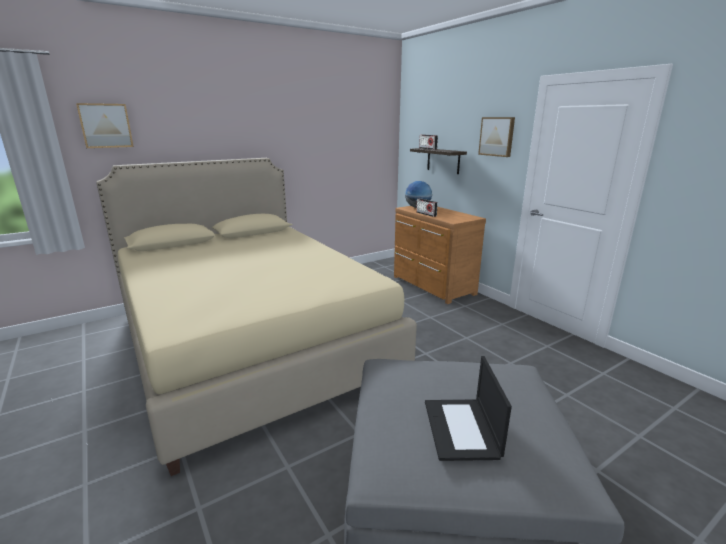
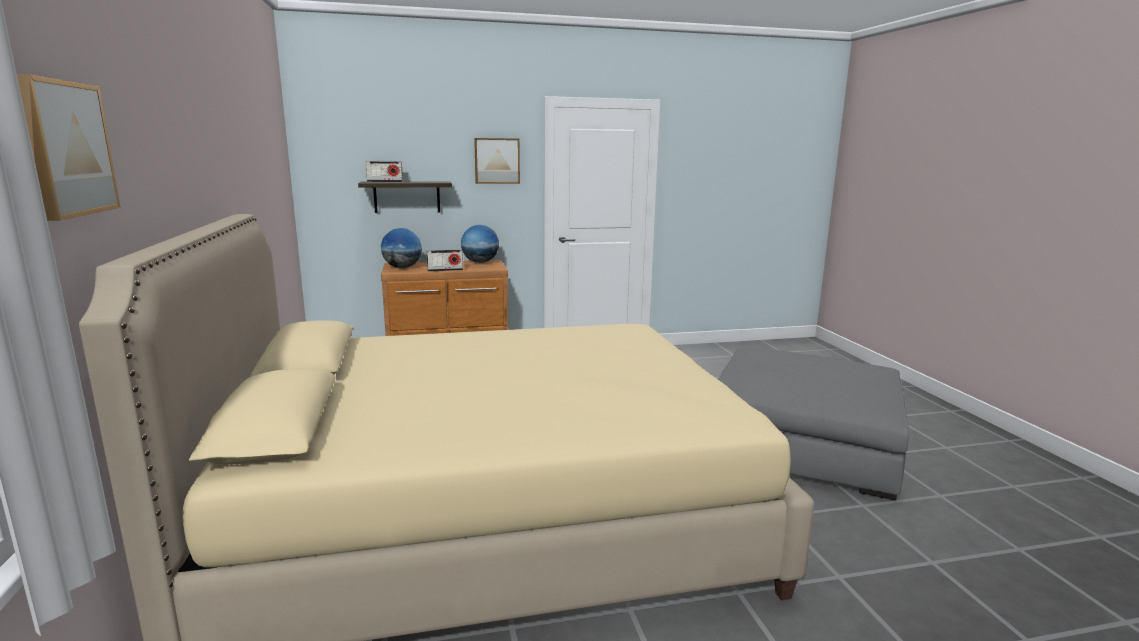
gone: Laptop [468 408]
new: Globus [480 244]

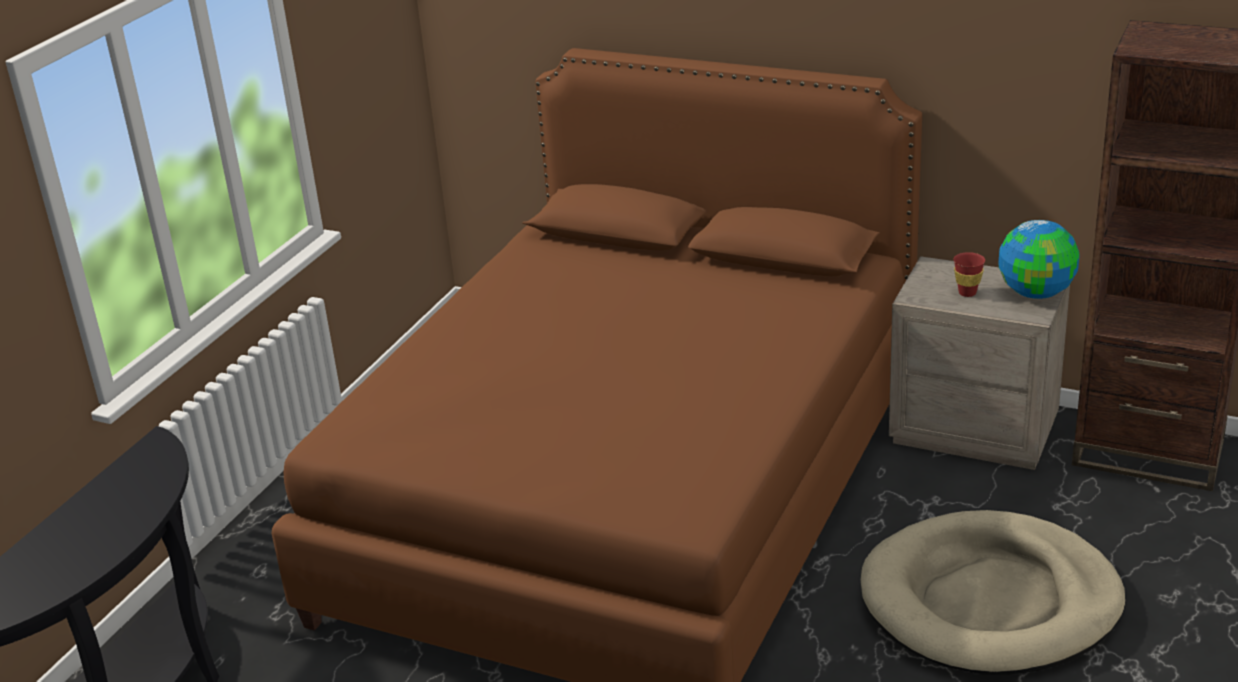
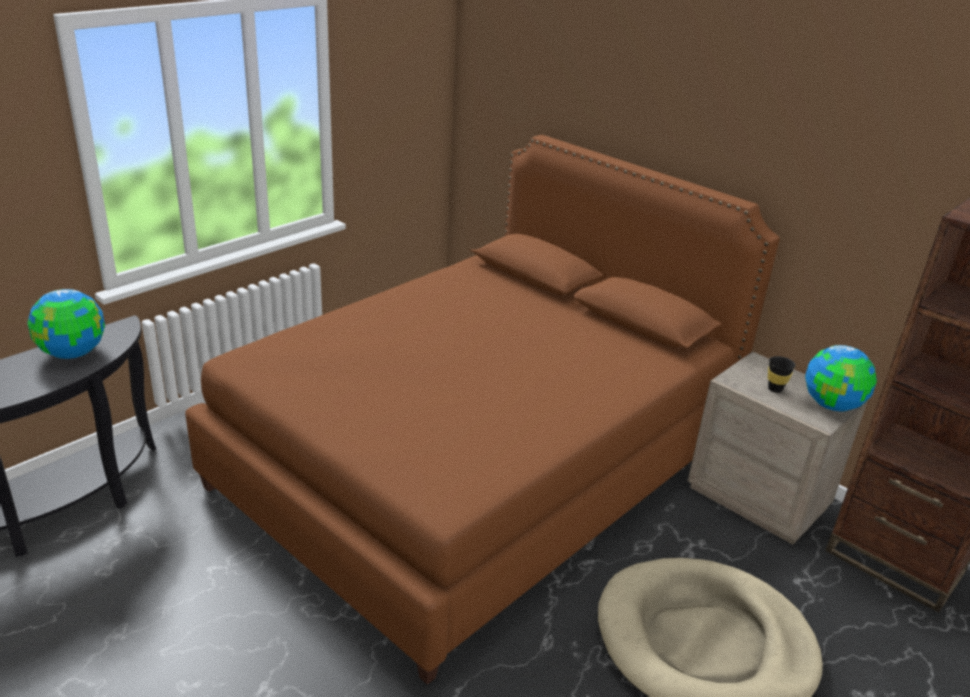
new: Globus [66 324]
repainted: Tasse [rot] [969 274] to Tasse [schwarz] [782 374]

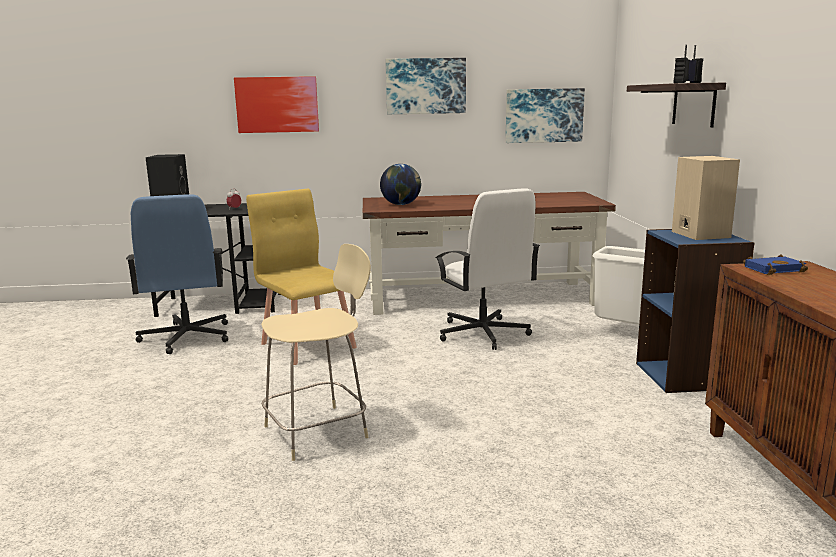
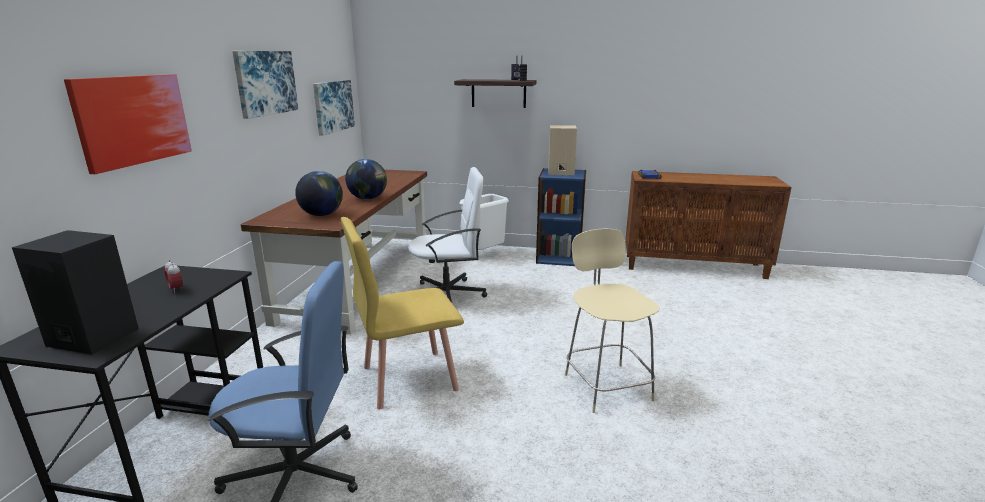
new: Globus [366 179]

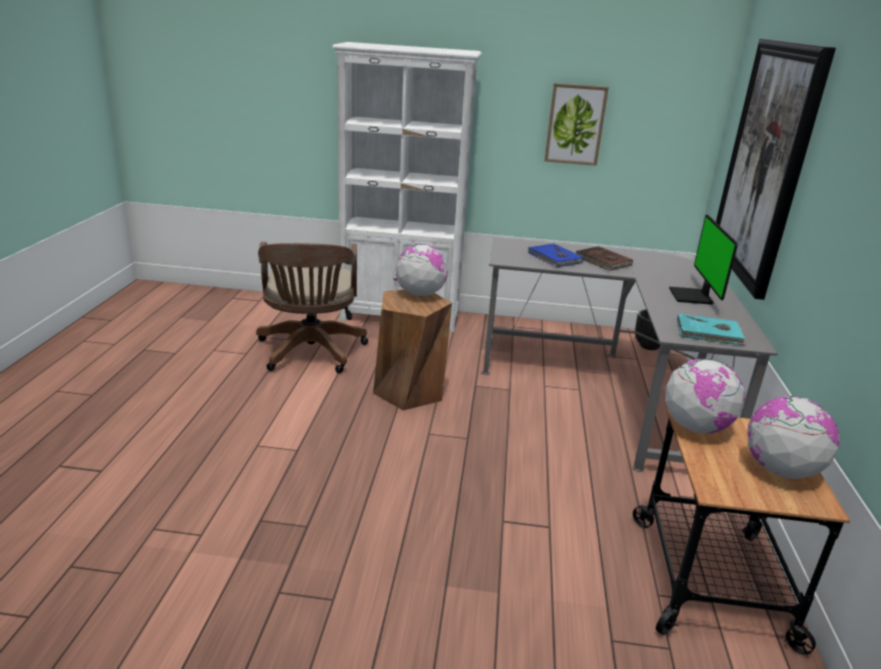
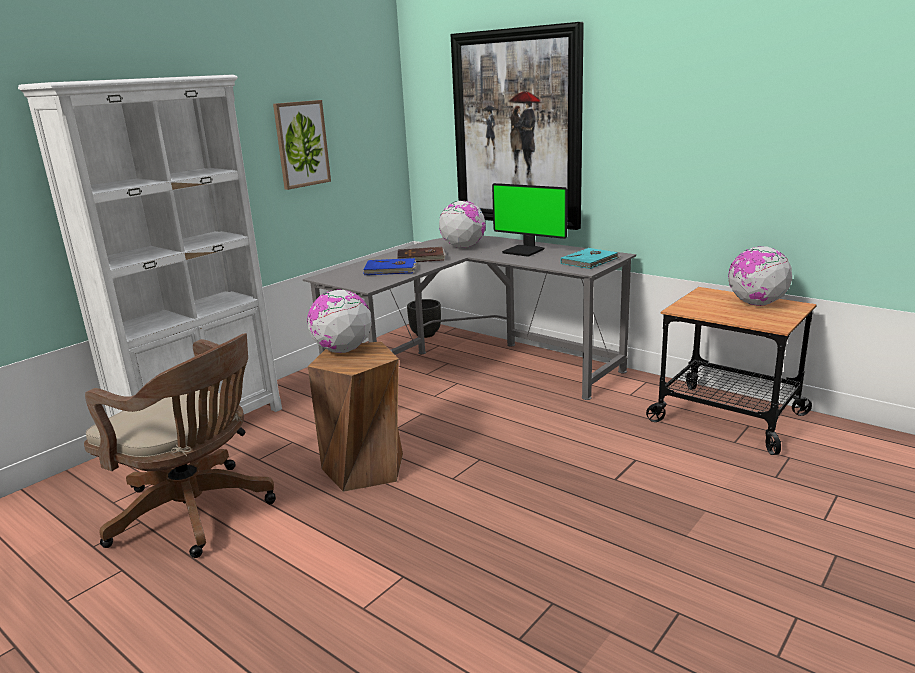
shifted: Globus [705 396] to [462 224]

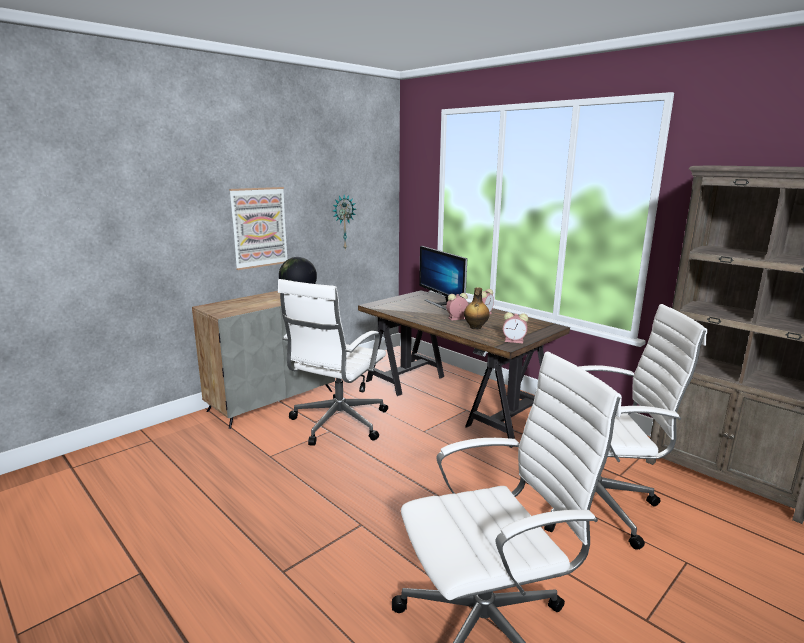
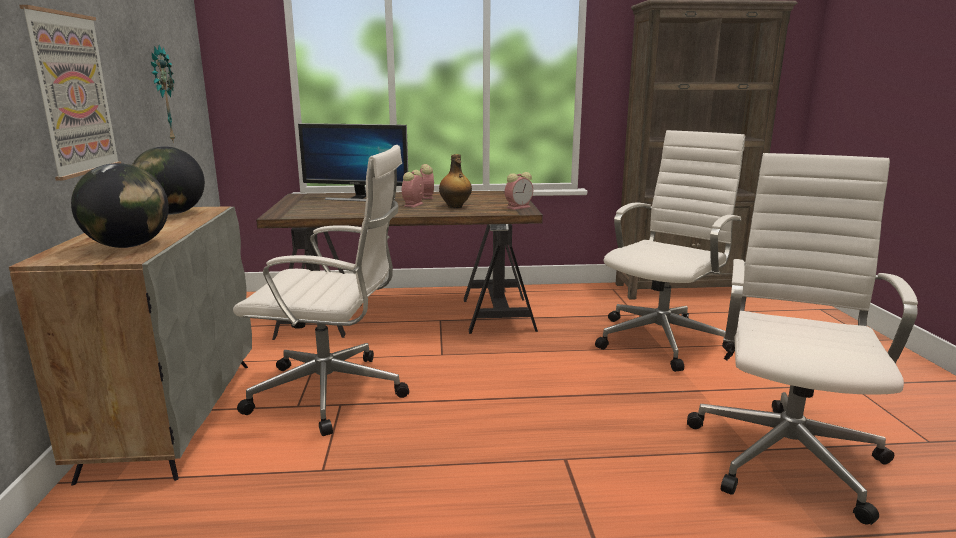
new: Globus [120 205]
rotated: Bürostuhl [weiß] [333 362] = [321 290] 60 degrees counterclockwise

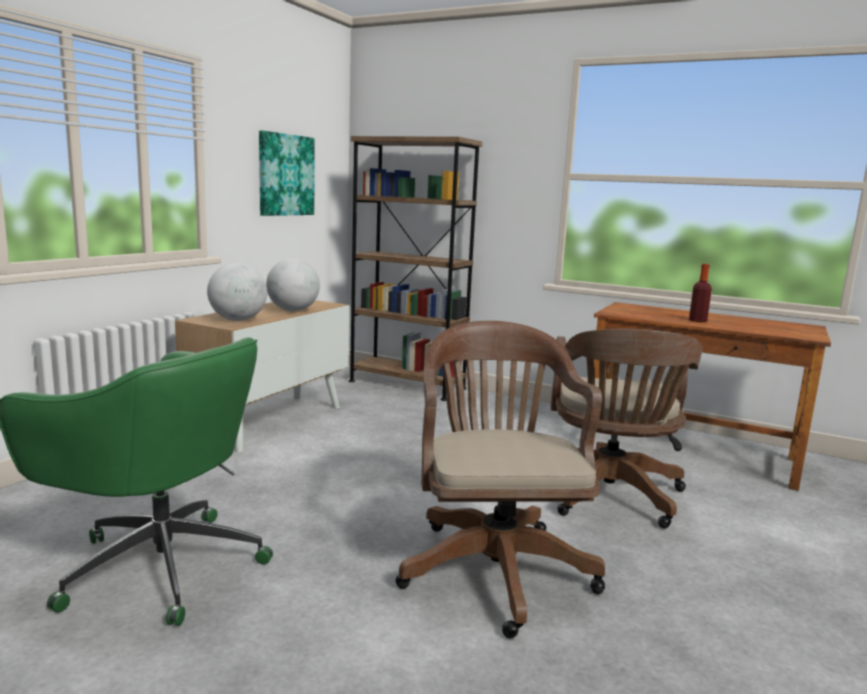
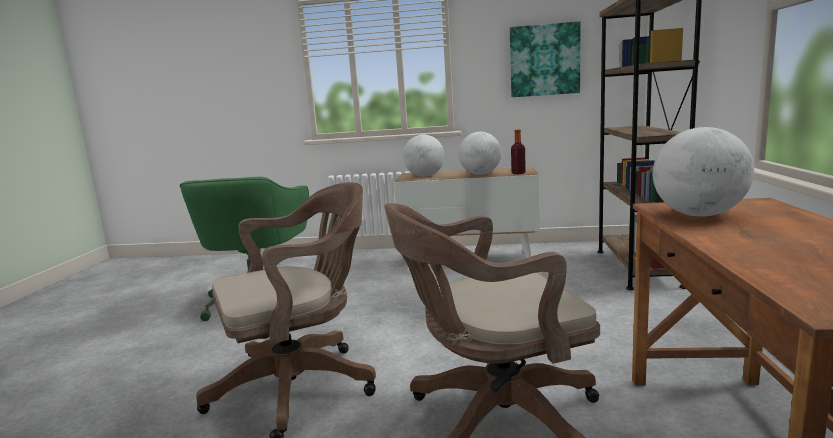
new: Globus [703 172]
shifted: Flasche [700 293] to [518 152]

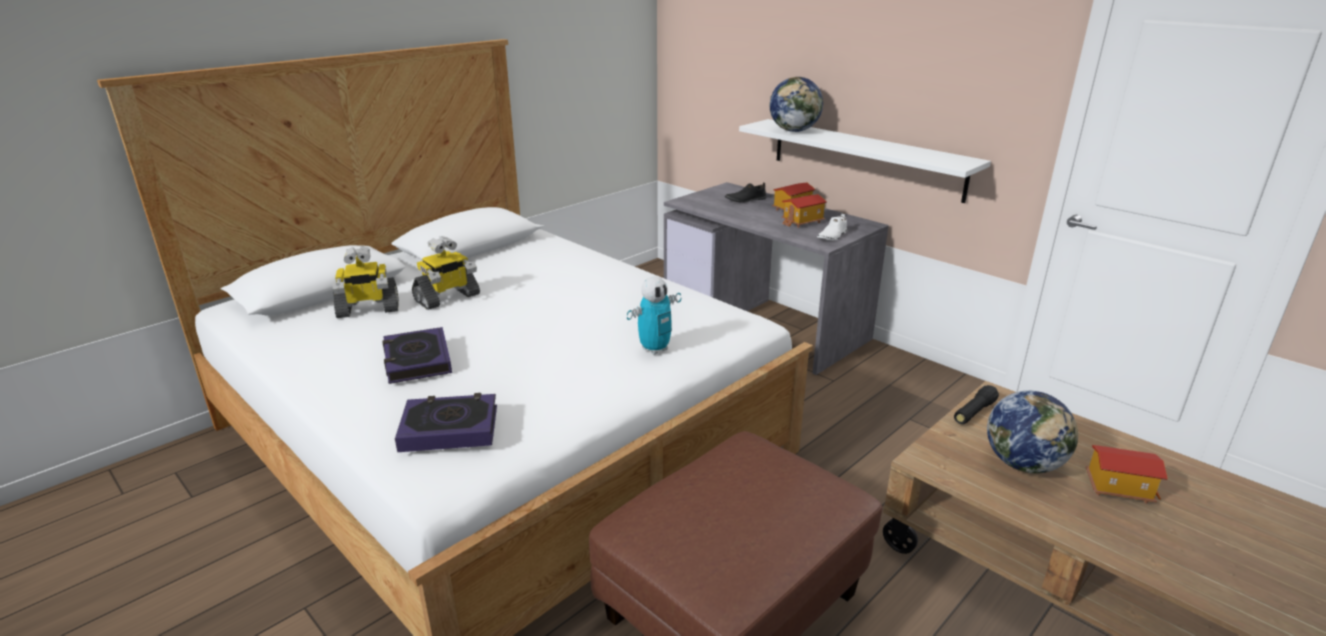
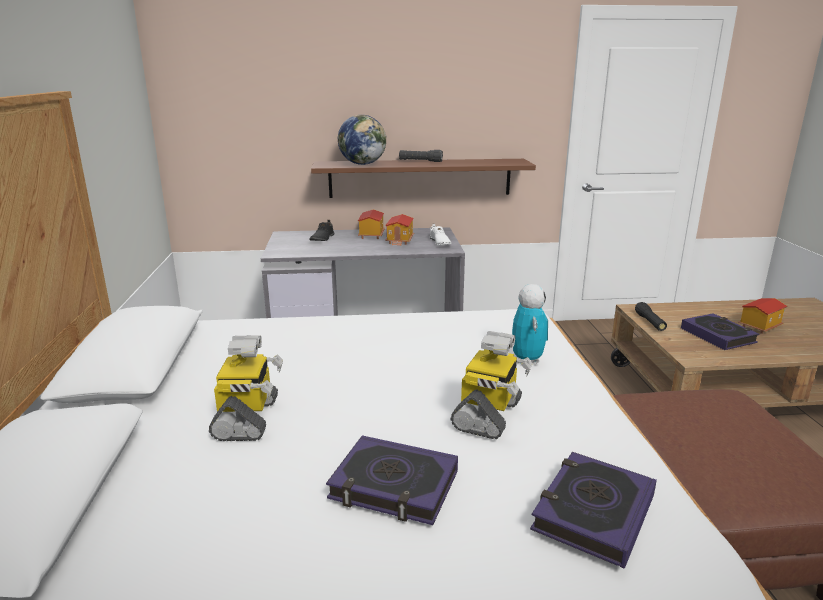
new: Taschenlampe [schwarz] [421 156]
shifted: Spielzeugroboter [365 282] to [492 385]
swapped: Globus [1032 432] to Buch [720 331]
repainted: Wandregal [weiß] [865 161] to Wandregal [braun] [423 178]

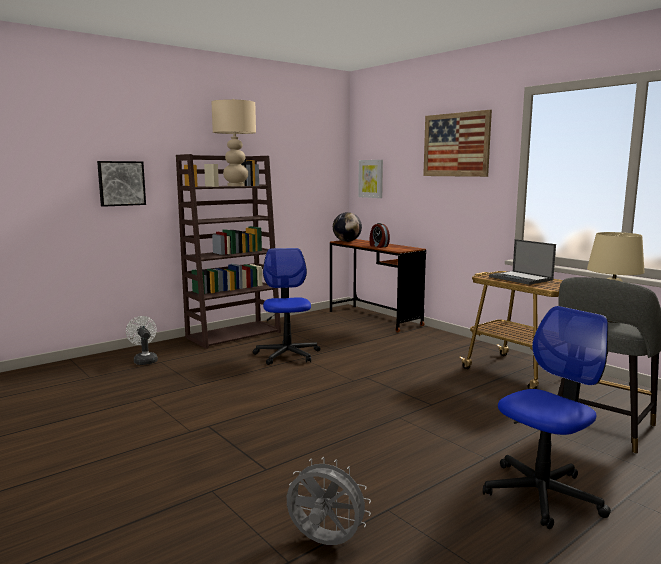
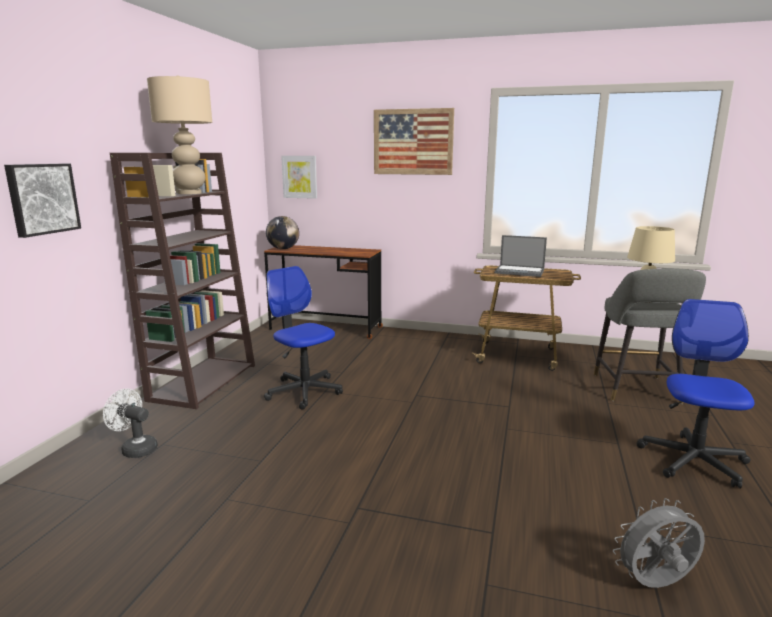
gone: Wecker [380 235]

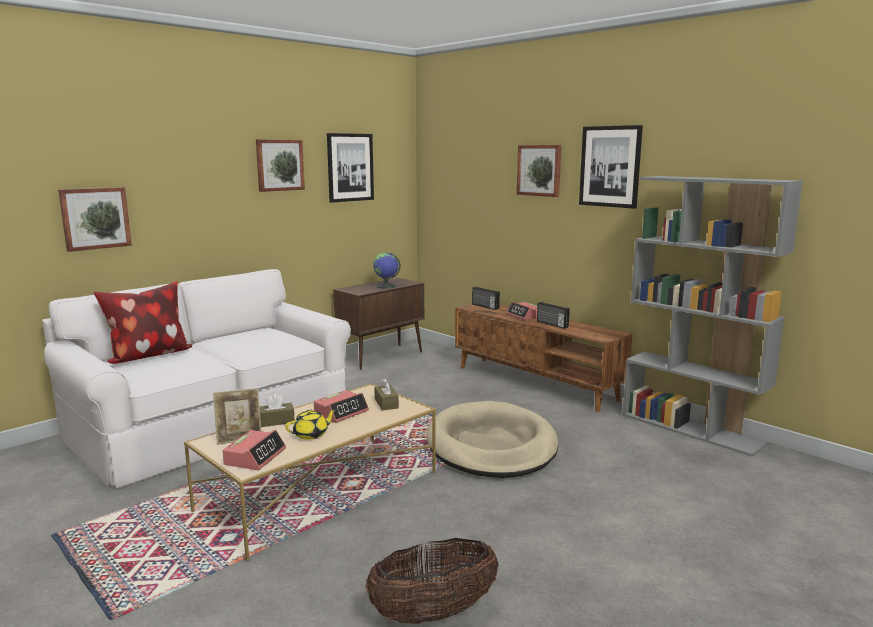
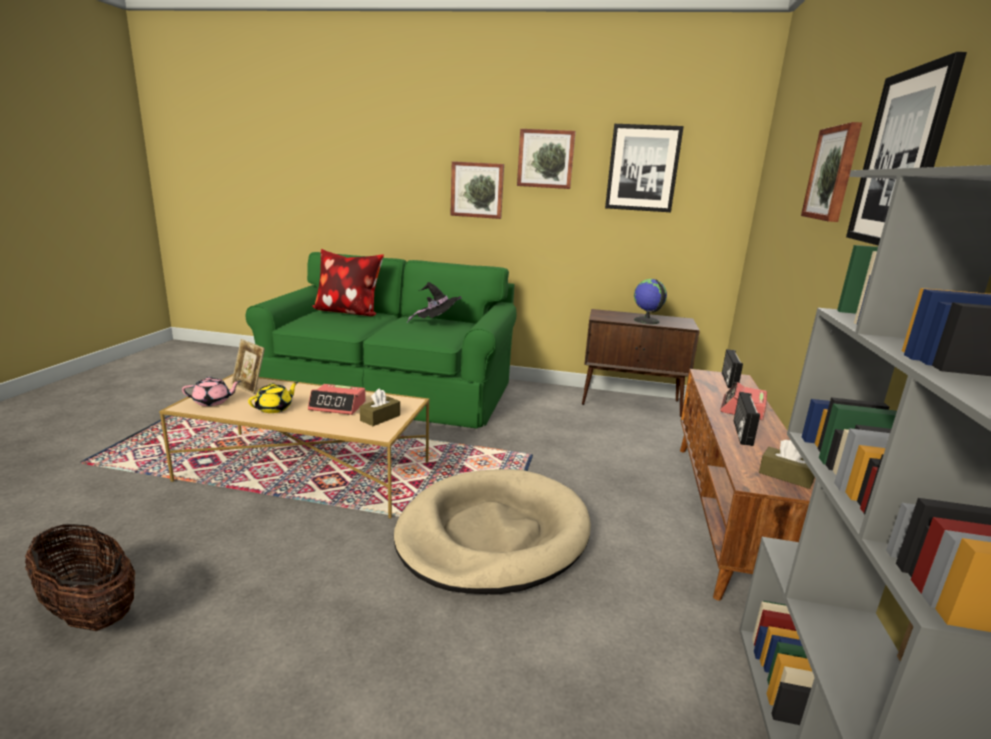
new: Hut [schwarz] [434 302]
shifted: Bild [95 219] to [477 190]; Taschentuchbox [braun] [277 410] to [787 464]
swapped: Wecker [254 450] to Teekanne [rosa] [211 391]
repainted: Sofa [weiß] [196 378] to Sofa [grün] [381 340]
rotated: Teekanne [gelb] [311 424] = [273 397] 75 degrees counterclockwise

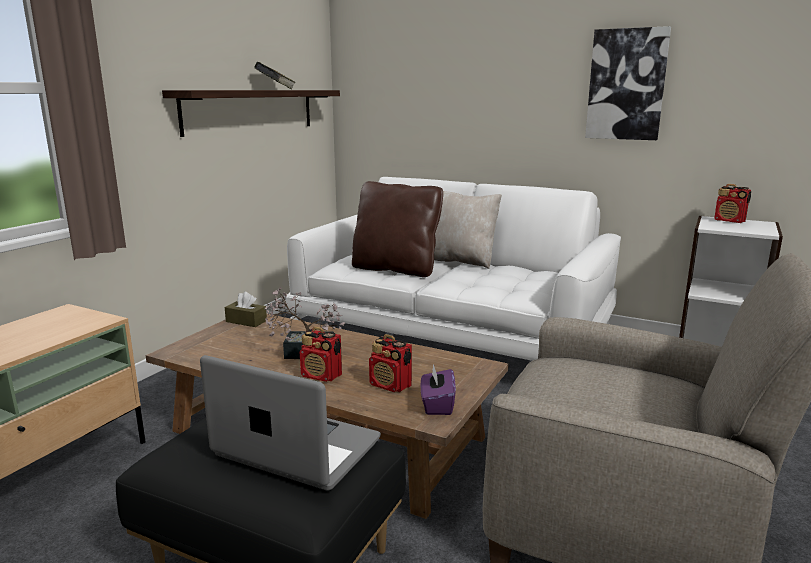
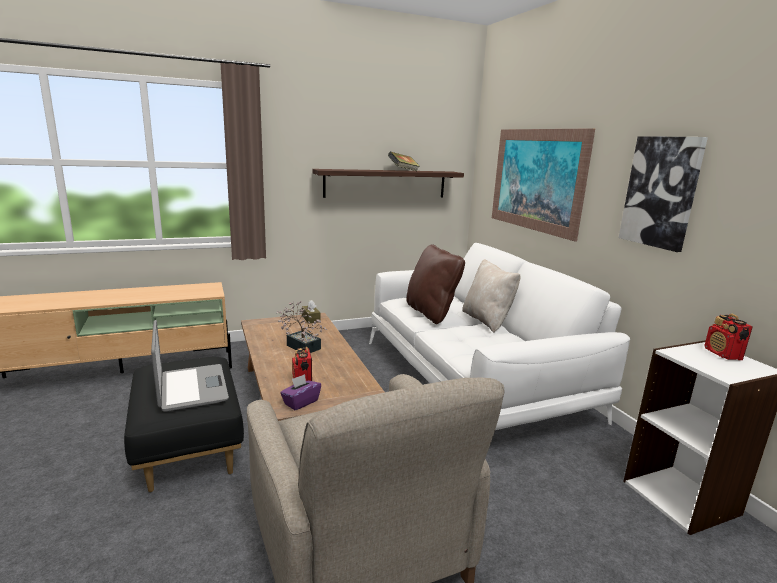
gone: Radio [321 354]
new: Bild [543 184]

